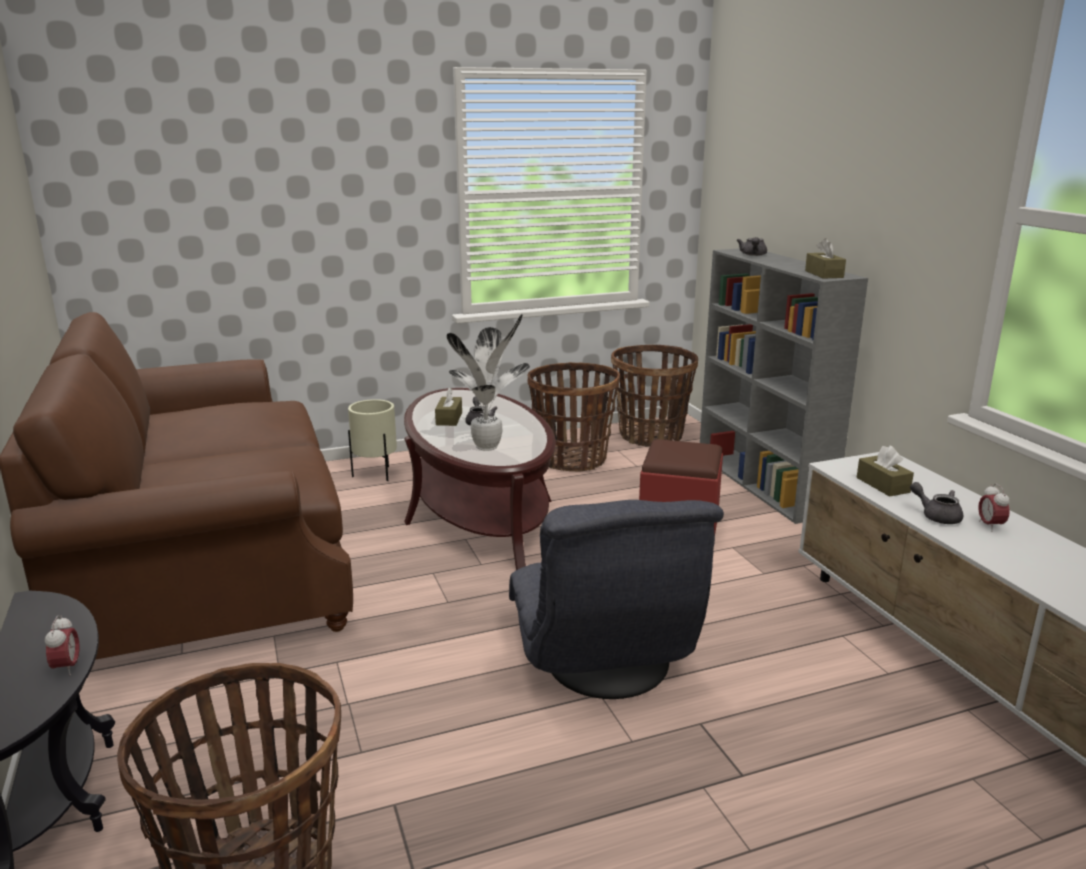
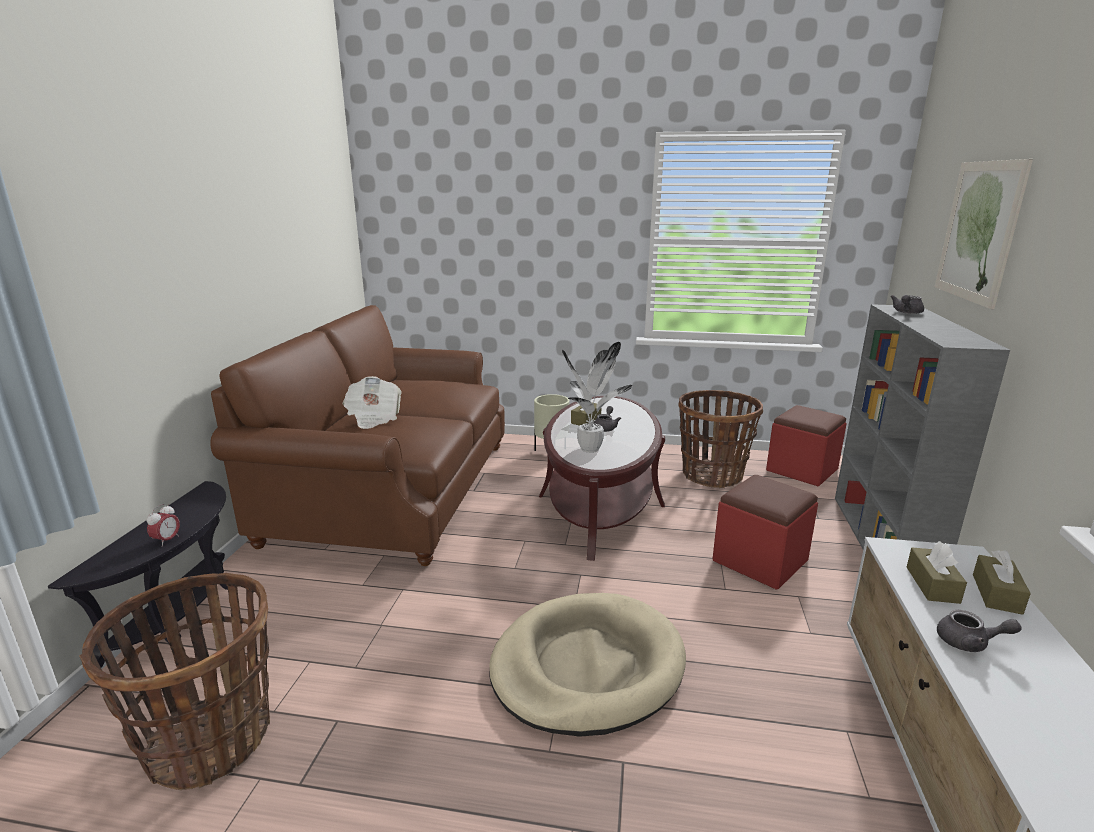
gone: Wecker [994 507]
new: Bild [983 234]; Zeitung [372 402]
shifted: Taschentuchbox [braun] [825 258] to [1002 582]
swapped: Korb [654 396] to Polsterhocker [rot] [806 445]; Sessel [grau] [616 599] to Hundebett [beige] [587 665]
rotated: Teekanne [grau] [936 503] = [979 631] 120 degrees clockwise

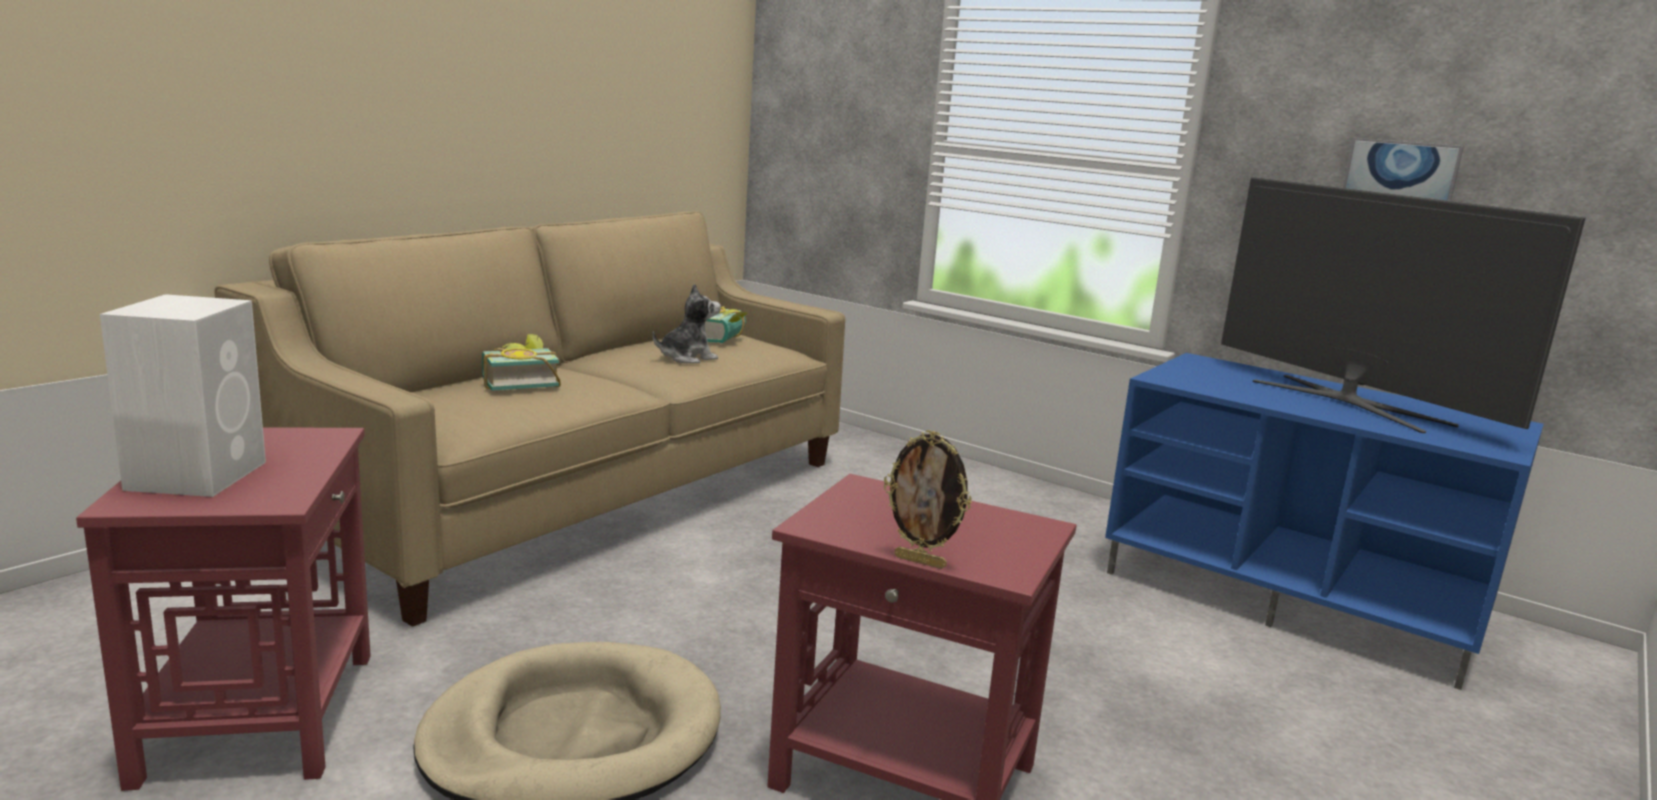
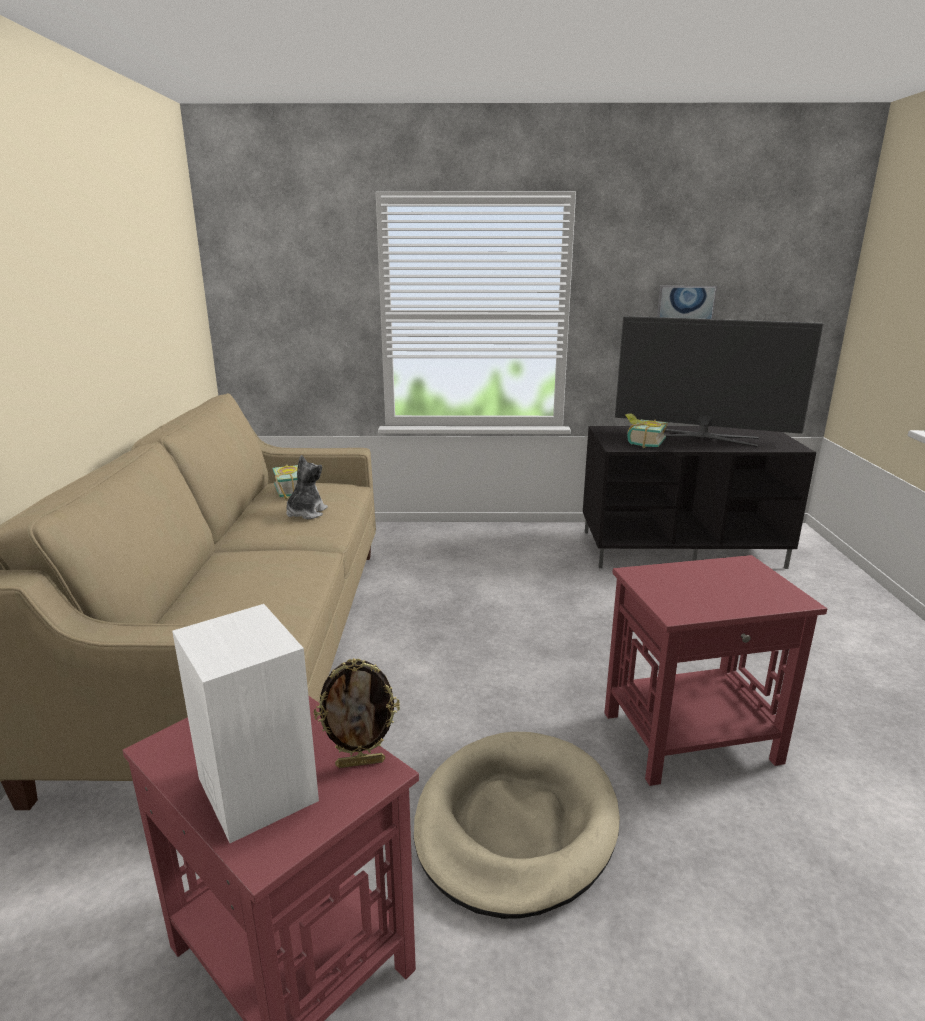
shifted: Buch [521 362] to [647 430]; Bilderrahmen [928 499] to [357 713]
repainted: Fernsehschrank [blau] [1324 521] to Fernsehschrank [schwarz] [699 497]

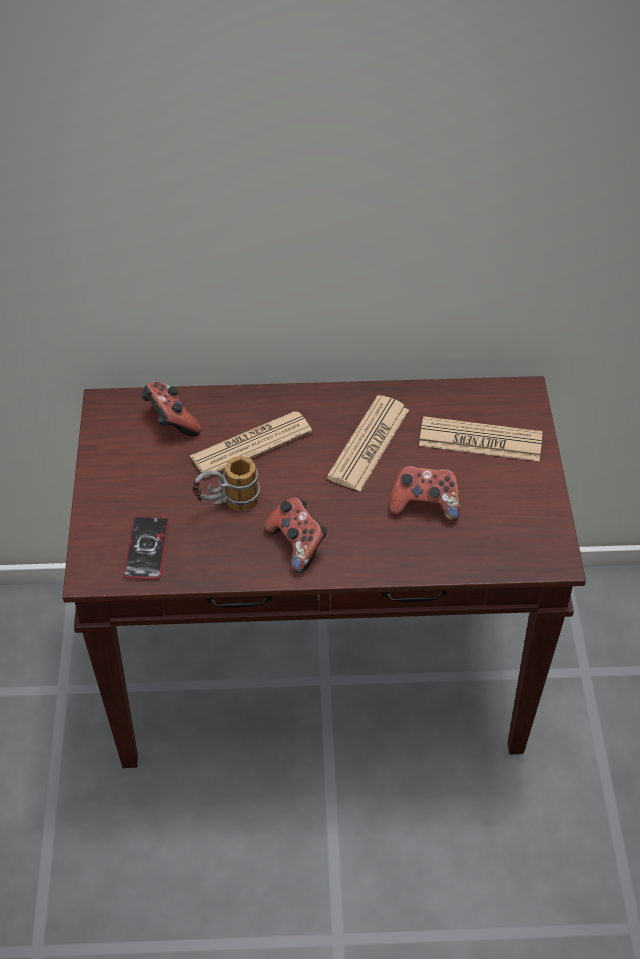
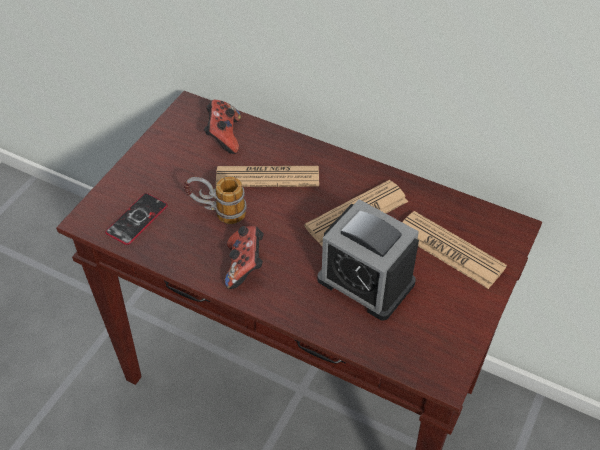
swapped: Gamepad [424 493] to Wecker [368 260]

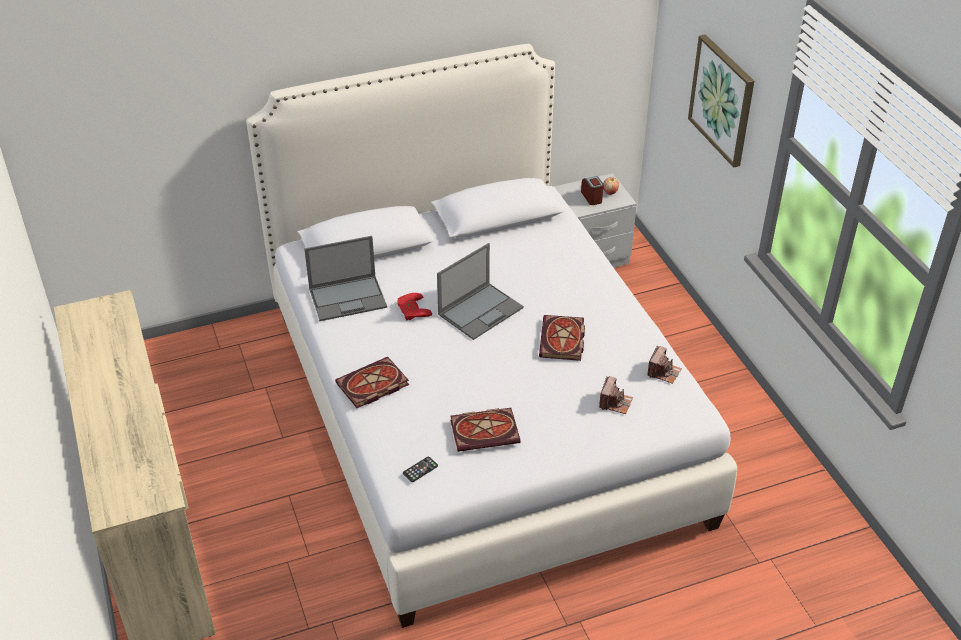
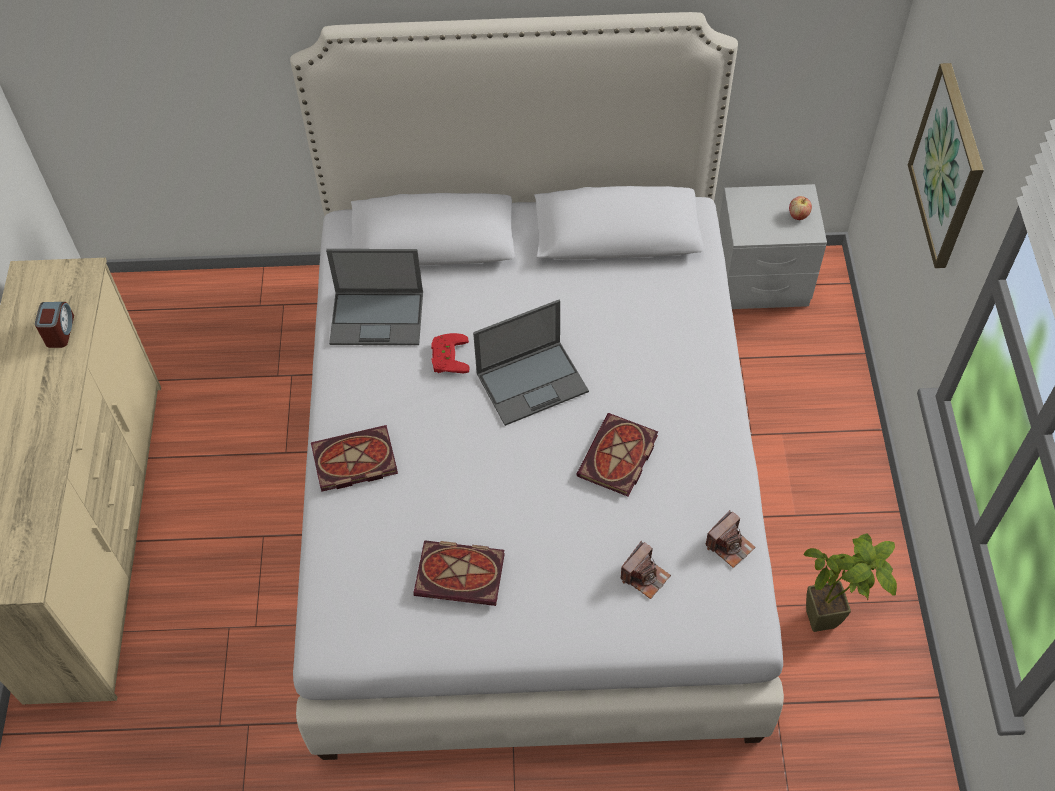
gone: Handy [420 469]
new: Topfpflanze [850 583]
shifted: Wecker [592 190] to [54 325]

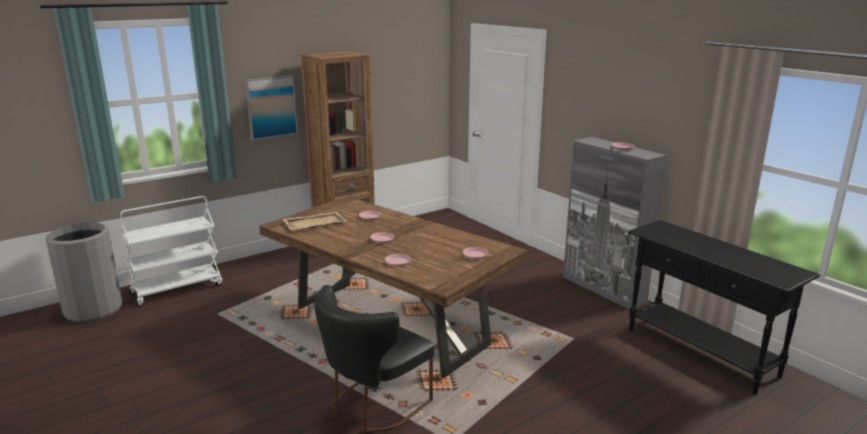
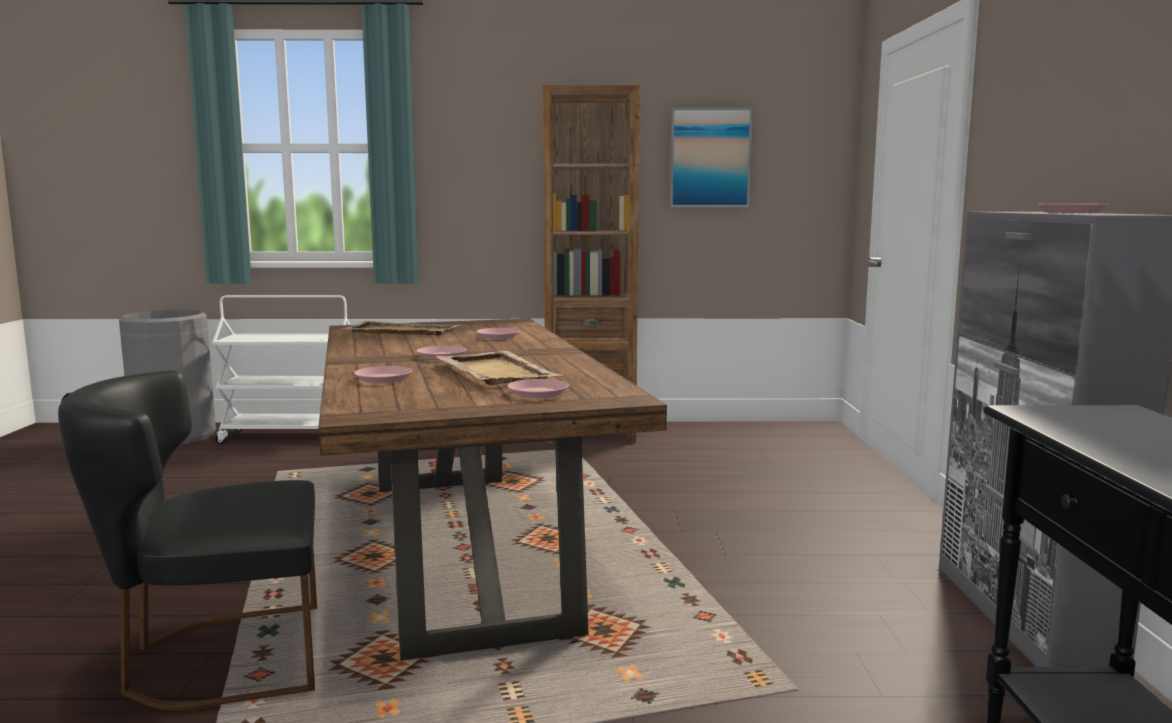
new: Tablett [beige] [498 368]
shifted: Bild [271 108] to [711 157]

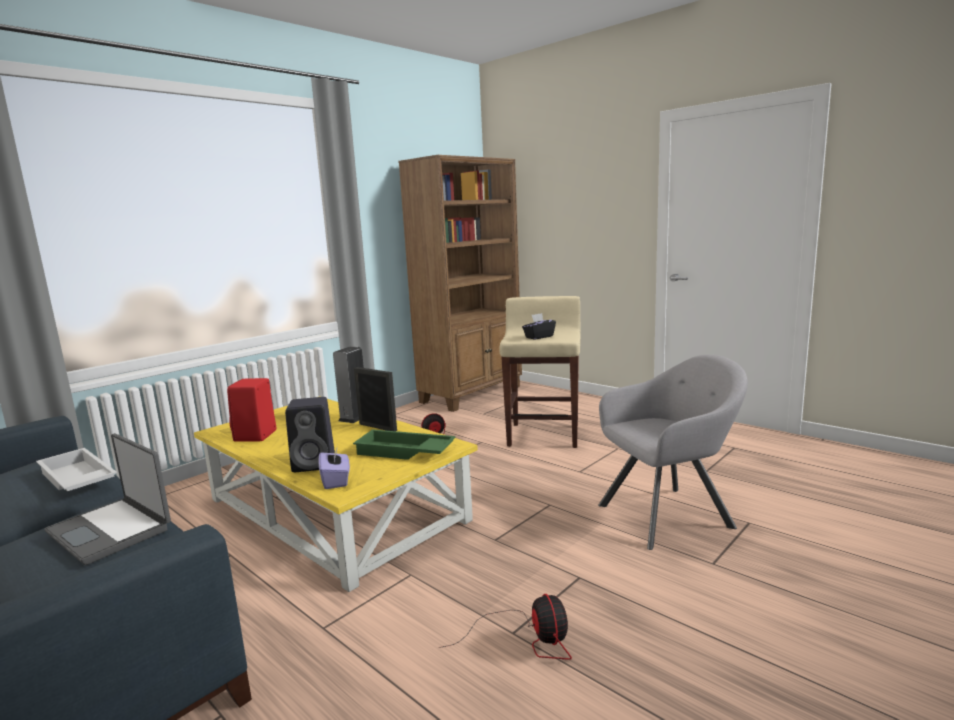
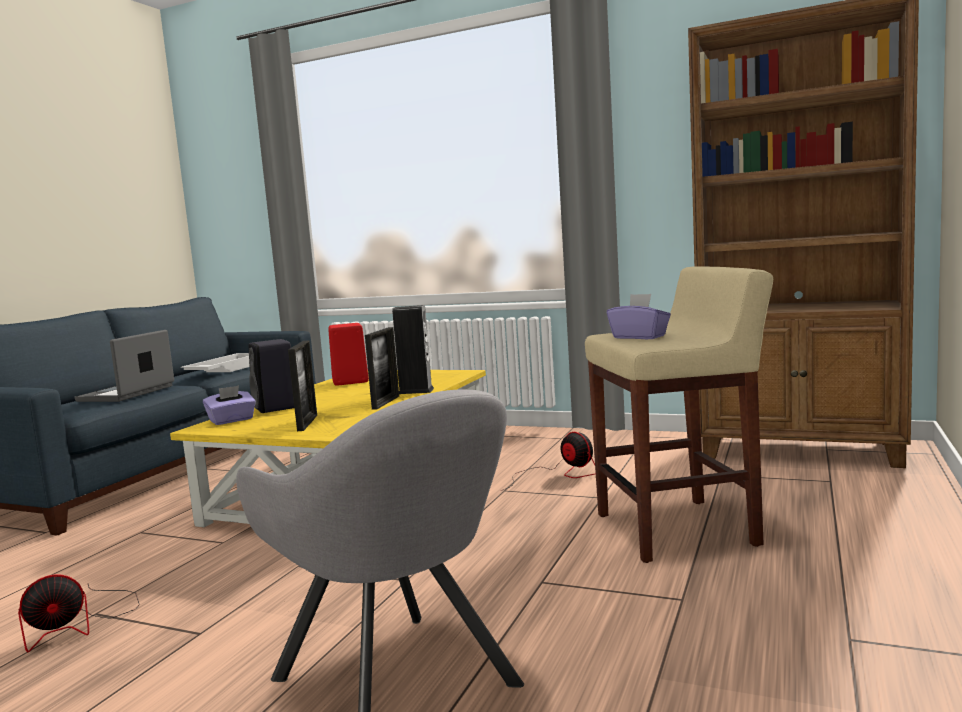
swapped: Tablett [grün] [404 444] to Bilderrahmen [302 385]
repainted: Taschentuchbox [schwarz] [539 326] to Taschentuchbox [lila] [639 316]

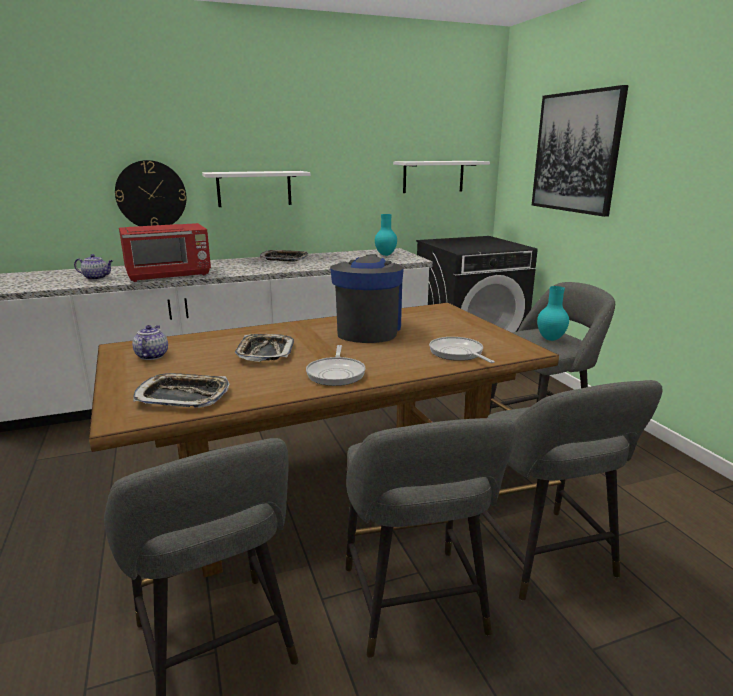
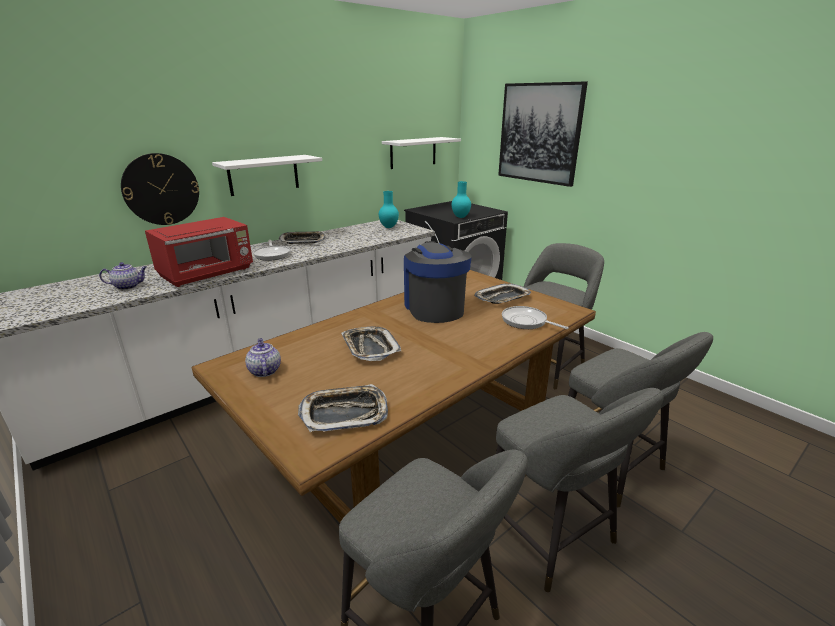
new: Tablett [502 294]
shifted: Vase [türkis] [553 313] to [461 199]; Pfanne [336 365] to [271 250]

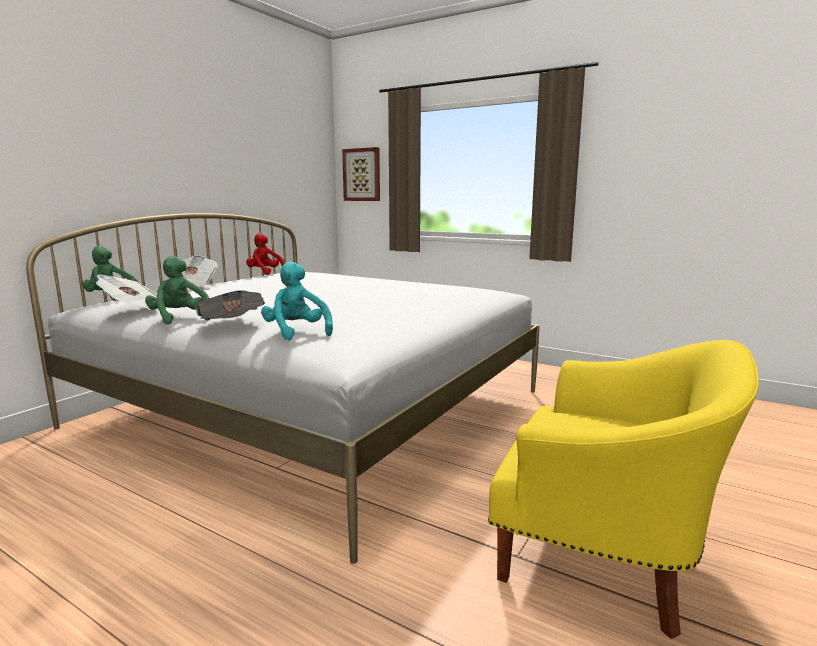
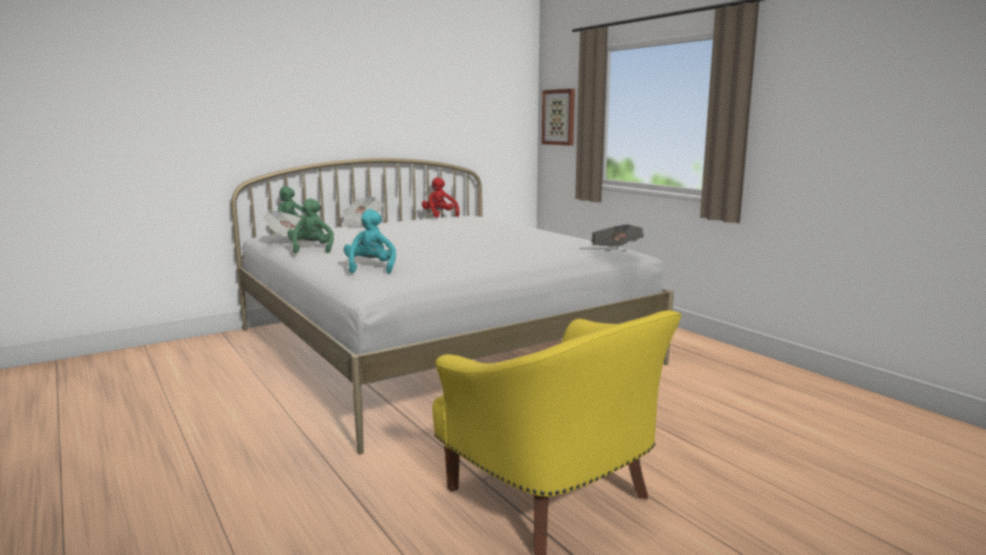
shifted: Zeitung [229 304] to [617 236]

